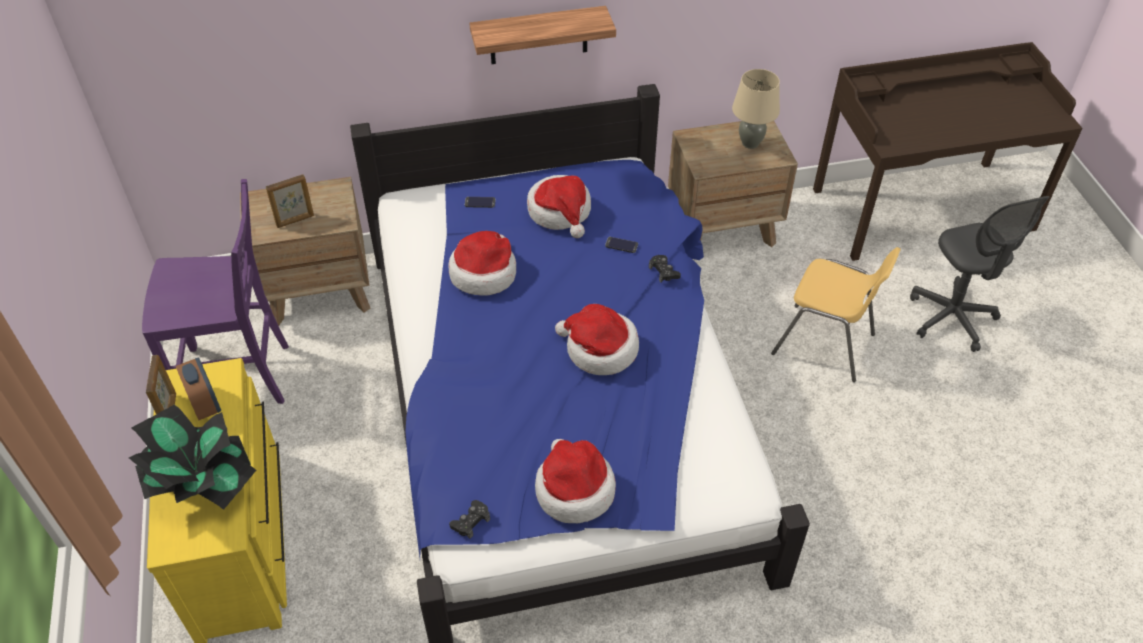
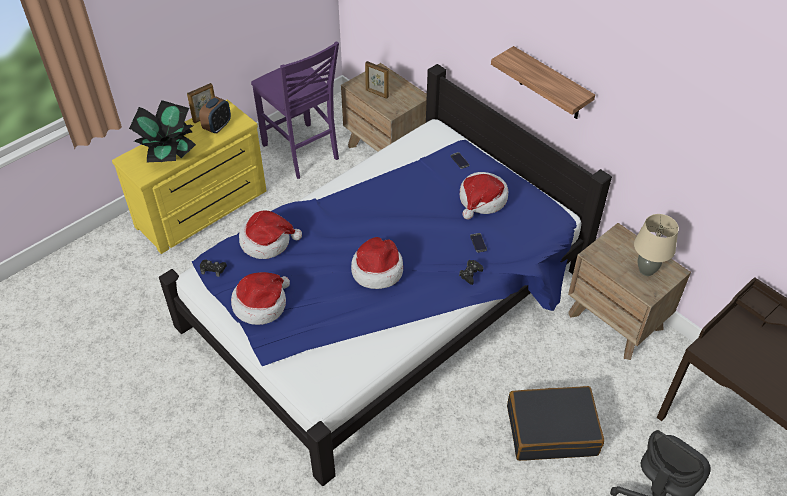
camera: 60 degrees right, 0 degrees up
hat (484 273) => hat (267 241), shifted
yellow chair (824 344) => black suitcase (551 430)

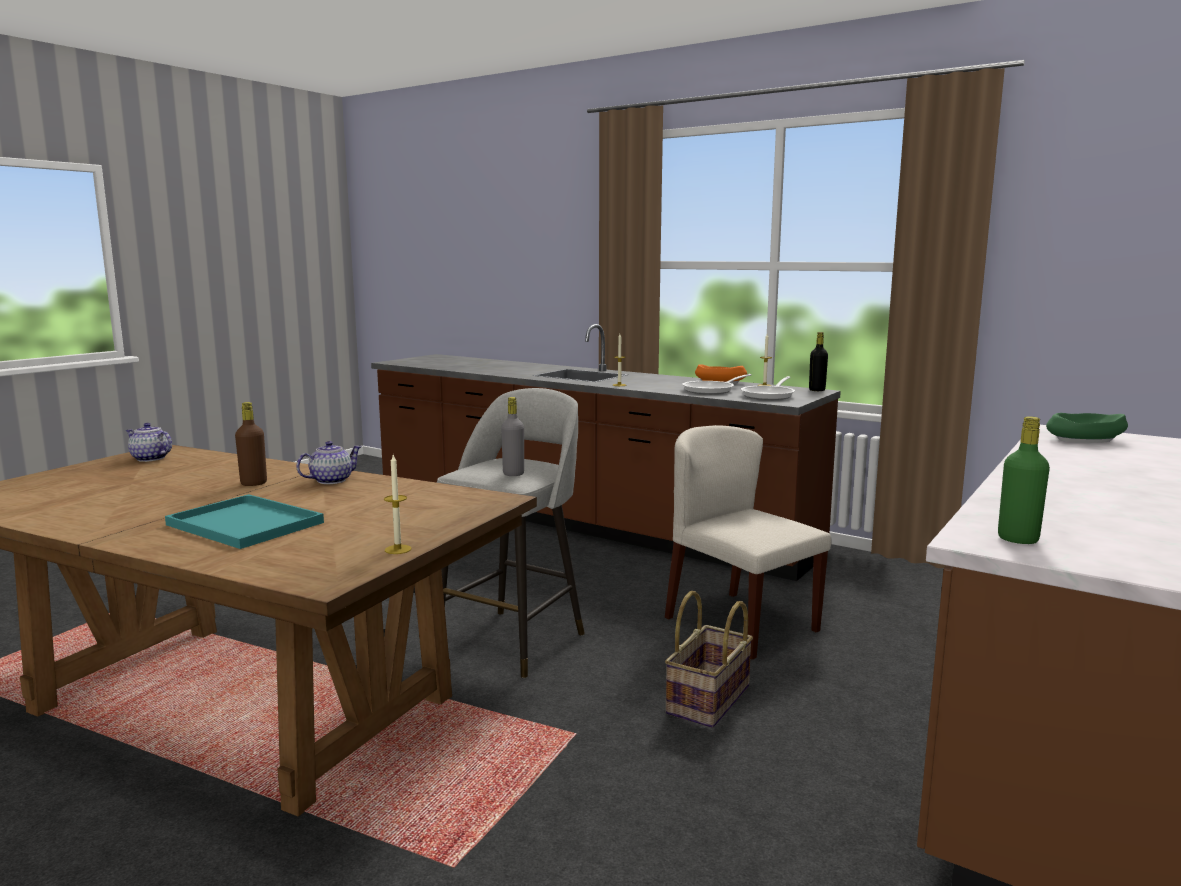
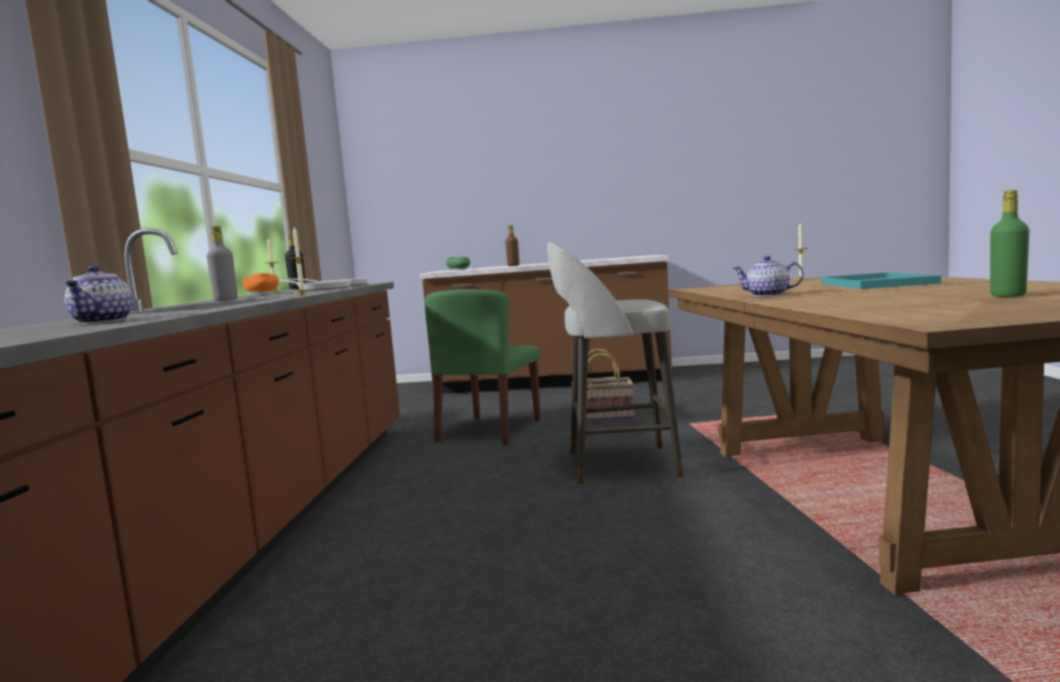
camera: 120 degrees left, 5 degrees down
grey bottle (513 474) => grey bottle (225 300), shifted
brown bottle (254 483) => brown bottle (513 265), shifted
green bottle (1017 539) => green bottle (1007 295), shifted
teapot (149 458) => teapot (103 321), shifted
beige chair (739 623) => green chair (490 430)

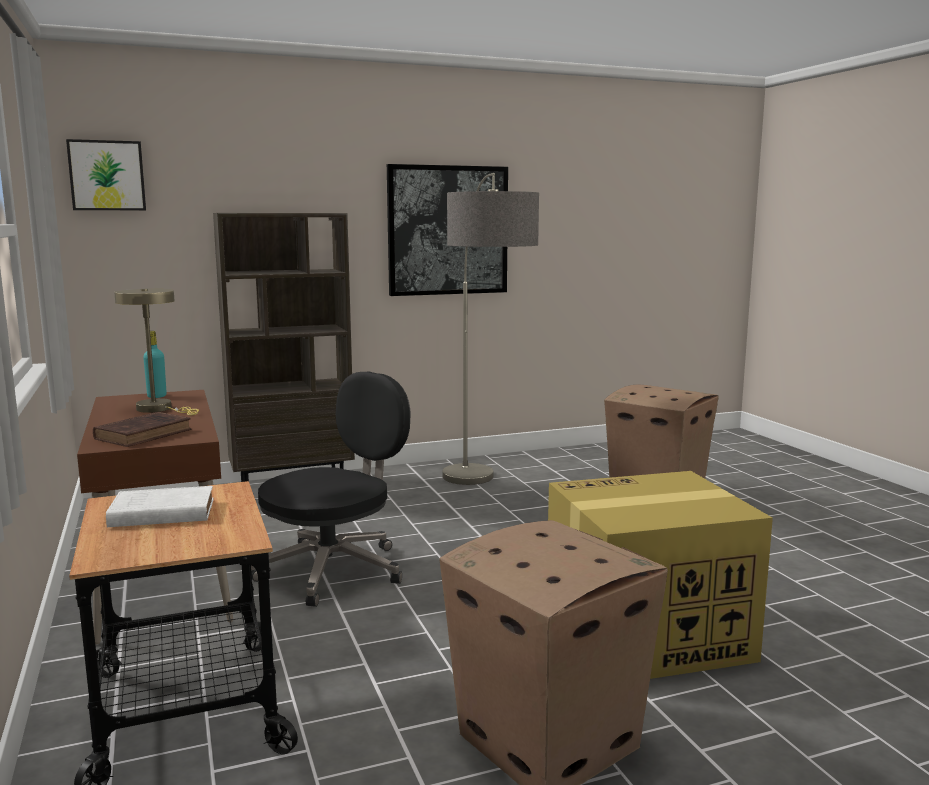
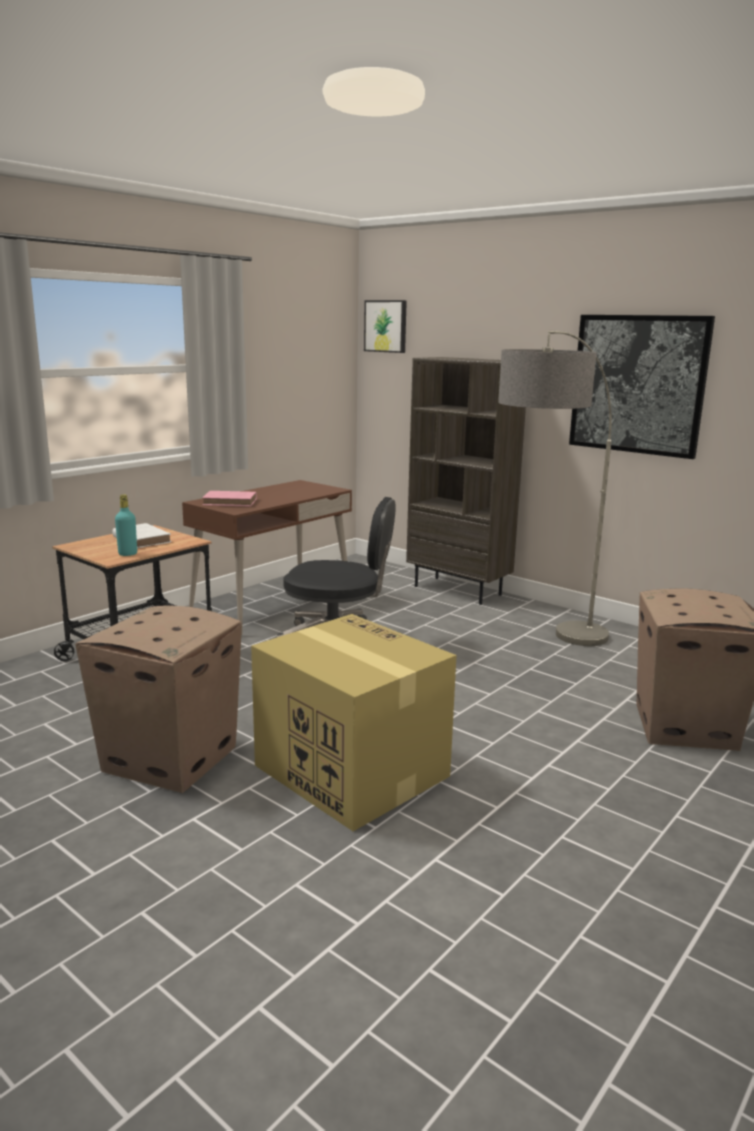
camera: 60 degrees right, 5 degrees up
beige table lamp (159 409) => nothing
turquoise bottle (157 396) => turquoise bottle (127 554), shifted
brown book (145 434) => pink book (231 502)

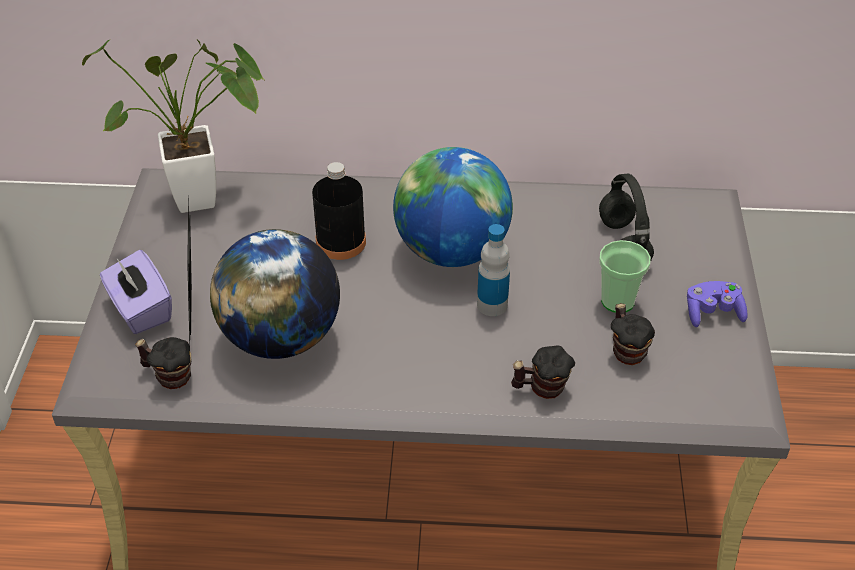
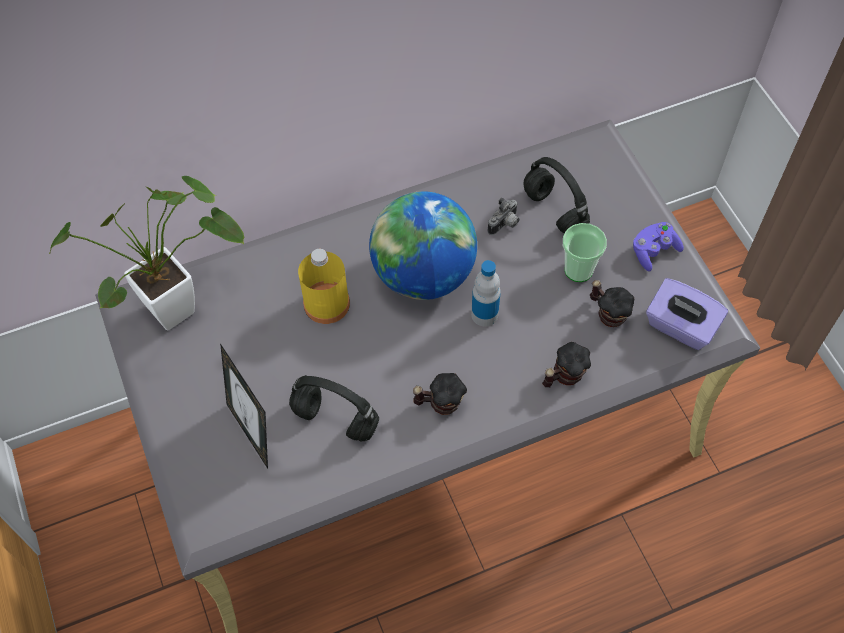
camera: 25 degrees left, 15 degrees up
black bottle (341 242) => yellow bottle (326 304)
globe (280 338) => black headphones (334 420)
purple tissue box (140 310) => purple tissue box (680 327), shifted
mug (169 376) => mug (439 403), shifted
nothing => photo camera (505 225)

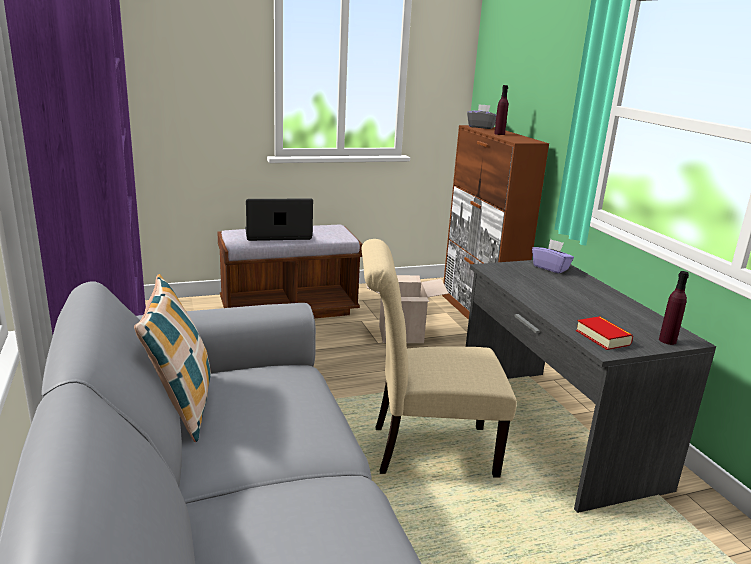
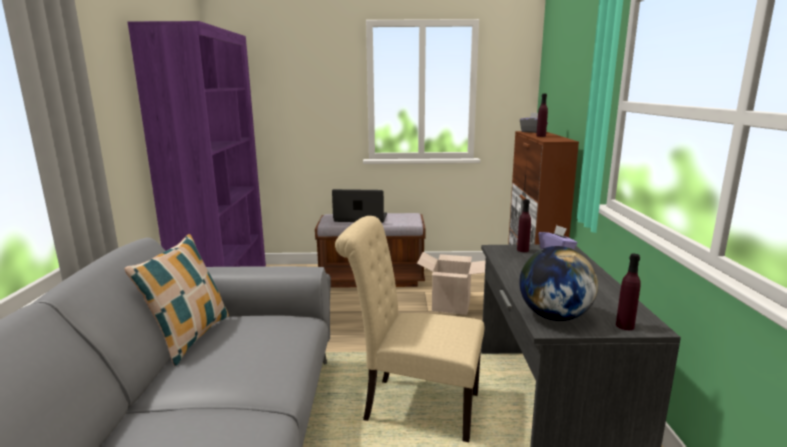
camera: 20 degrees right, 5 degrees down
book (603 338) => globe (554 316)
nothing => purple bottle (522 250)

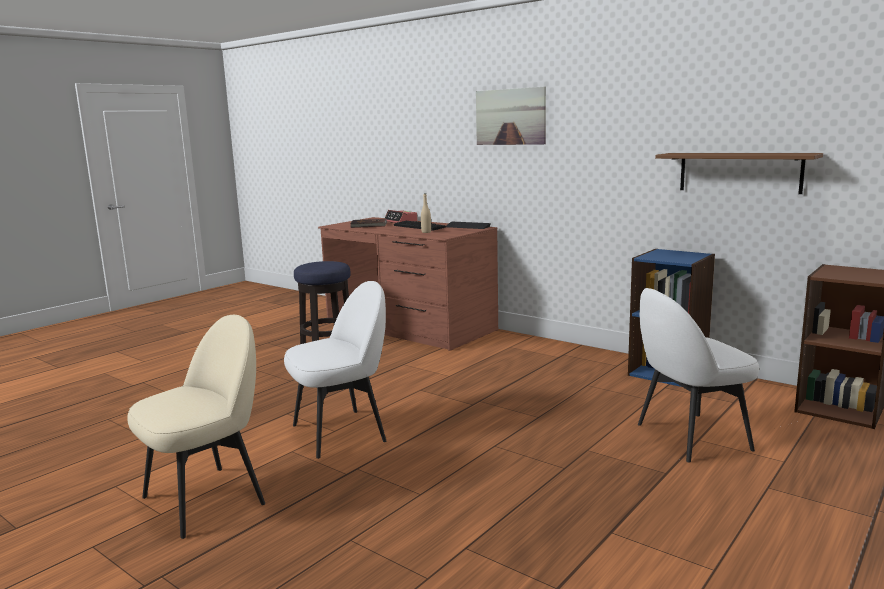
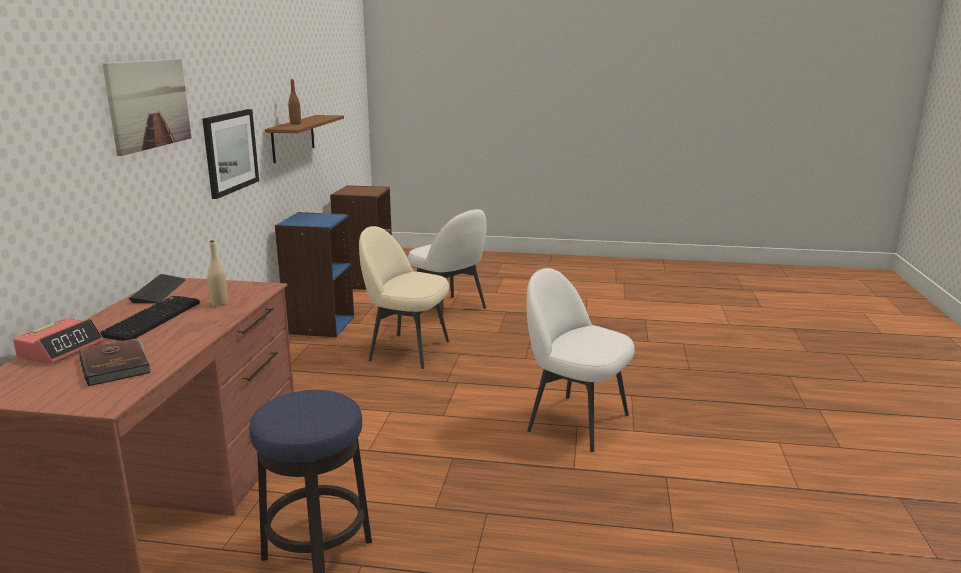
camera: 120 degrees left, 5 degrees up
beige chair (207 499) => beige chair (407 350), shifted
nothing => brown bottle (295 124)
nothing => picture (230 152)

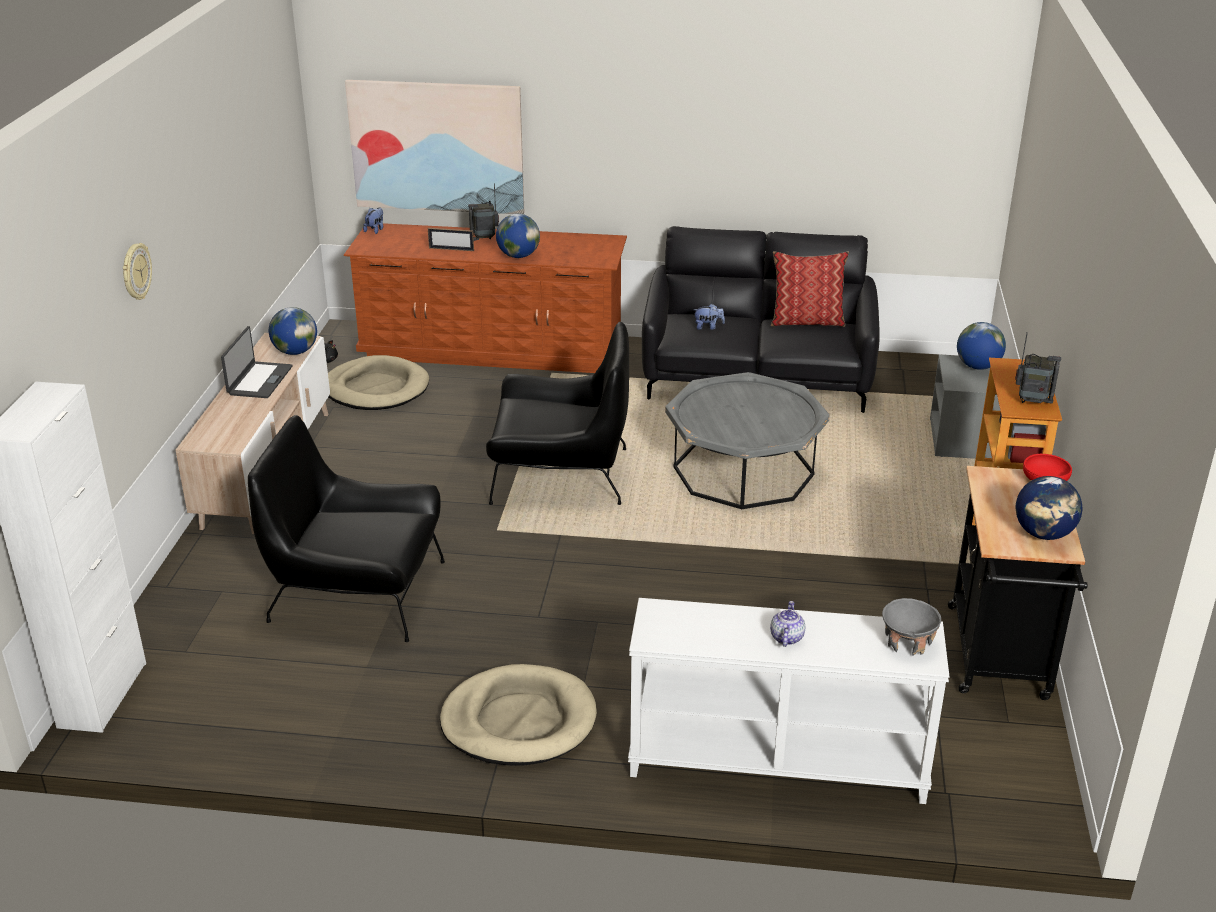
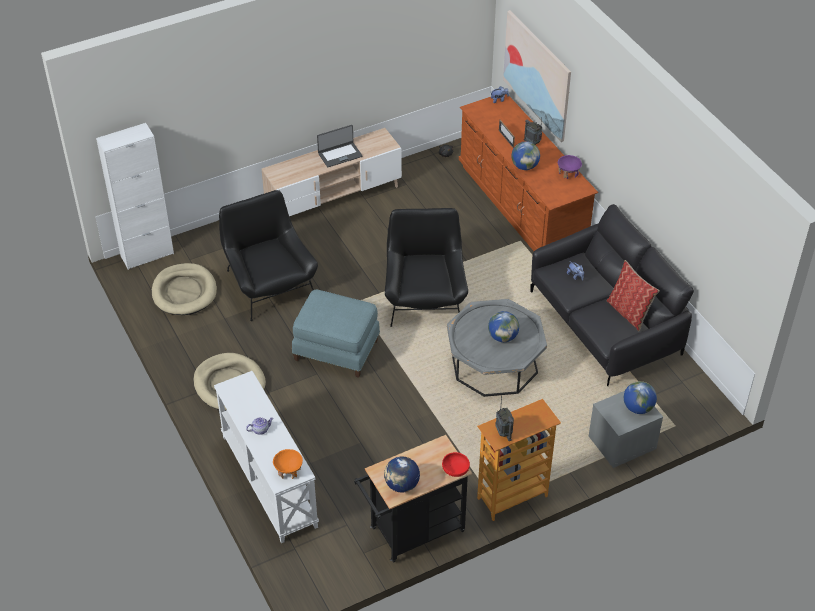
camera: 55 degrees right, 15 degrees up
wall clock (135 272) => nothing
globe (295 352) => globe (502 337), shifted
black armchair (560 474) => black armchair (424 298), 150 degrees counterclockwise
beige dog bed (376 388) => beige dog bed (184 292), shifted
grey bowl (908 642) => orange bowl (289 471)
nothing => purple bowl (568 173)
nothing => blue ottoman (337 349)

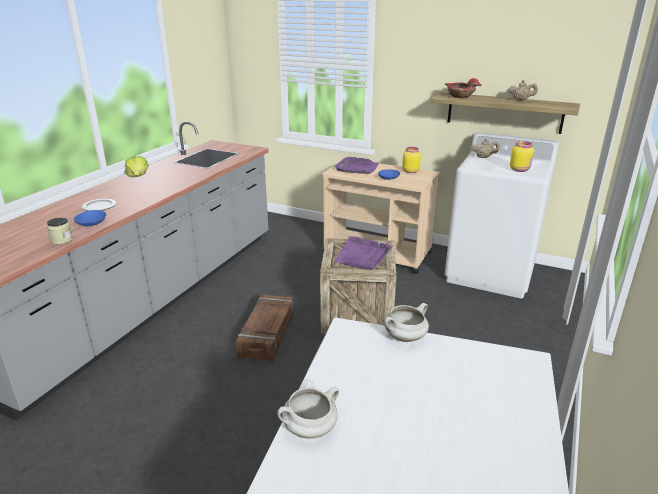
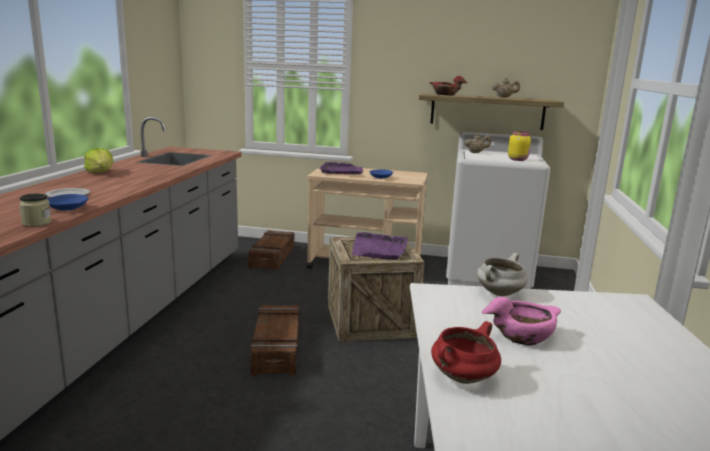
camera: 15 degrees left, 10 degrees down
yellow jar (410 171) => nothing
white cooking pot (309 430) => red cooking pot (463 378)
nothing => crate (273 256)
nothing => pink bowl (522 335)

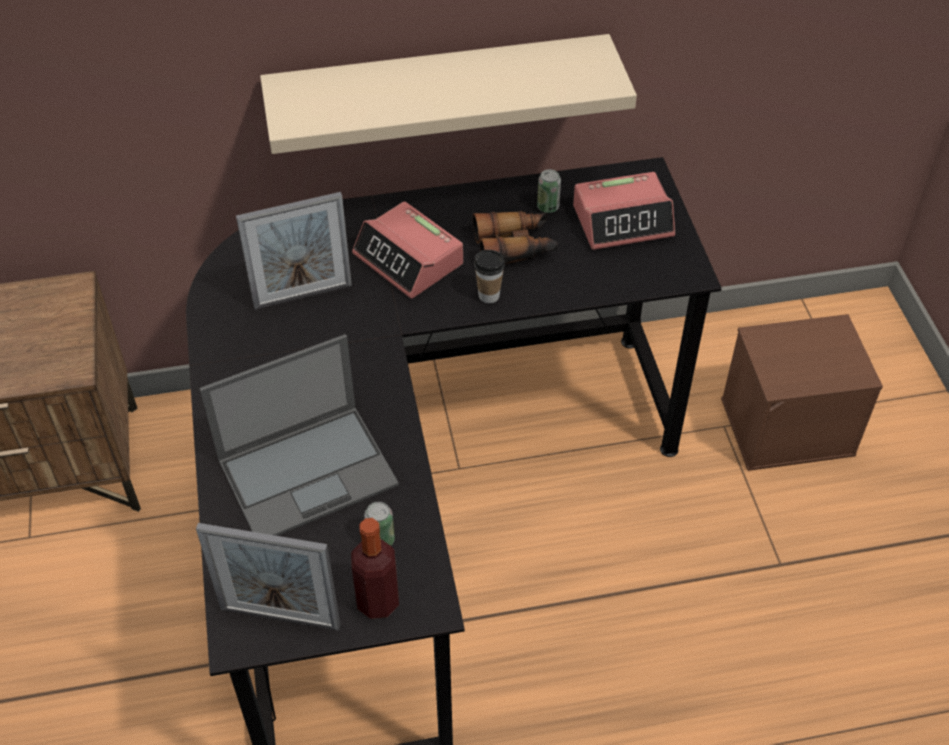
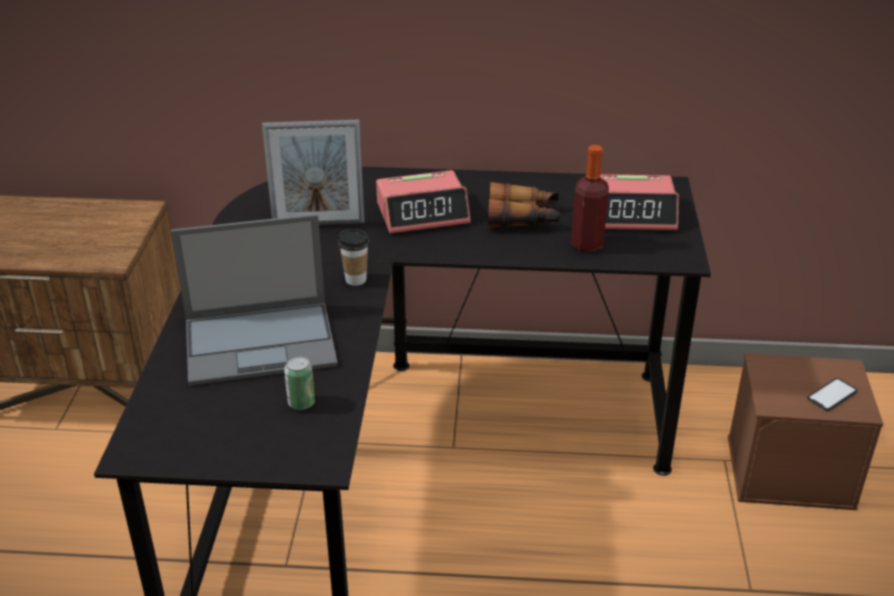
camera: 15 degrees right, 15 degrees down
beige shelf (438 91) => nothing
can (548 207) => nothing
alarm clock (409 260) => alarm clock (423 213), 75 degrees counterclockwise
cup (489 295) => cup (356 280), shifted
bottle (378 601) => bottle (587 244), shifted
picture frame (280 617) => nothing
nothing => phone (832 395)

